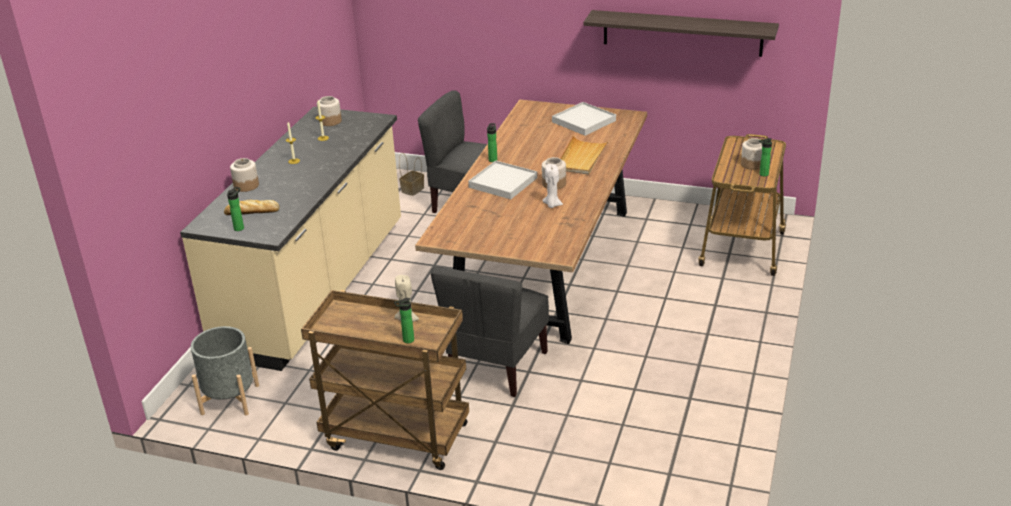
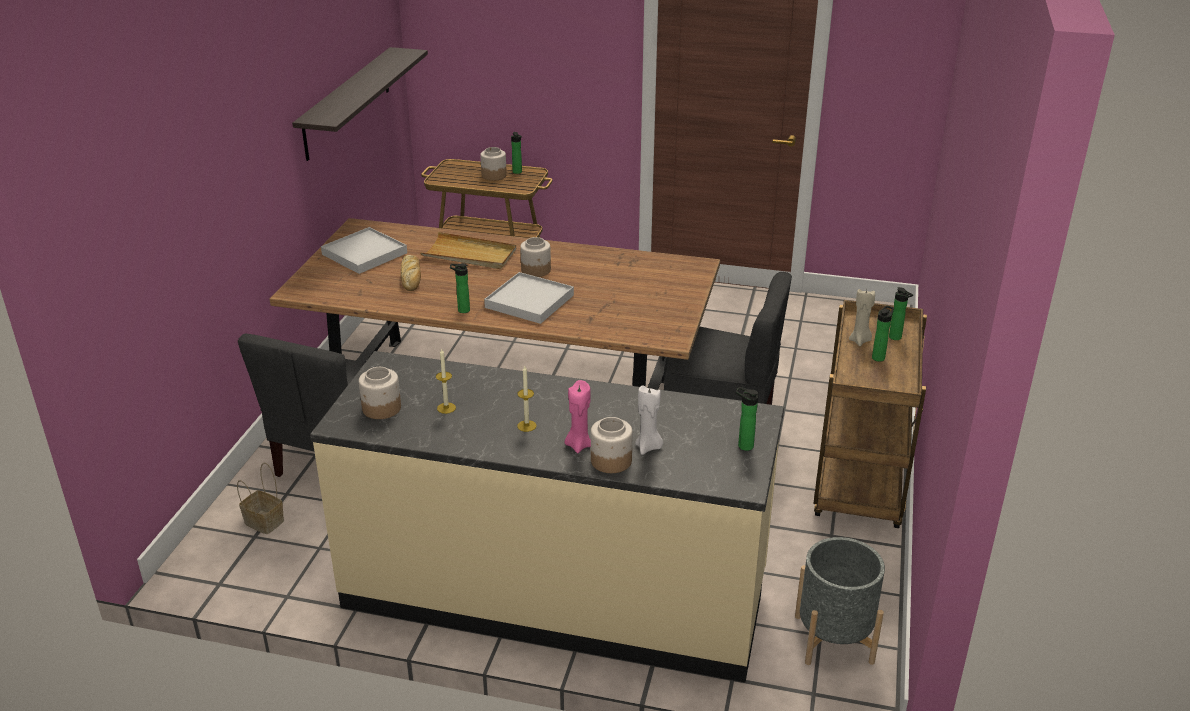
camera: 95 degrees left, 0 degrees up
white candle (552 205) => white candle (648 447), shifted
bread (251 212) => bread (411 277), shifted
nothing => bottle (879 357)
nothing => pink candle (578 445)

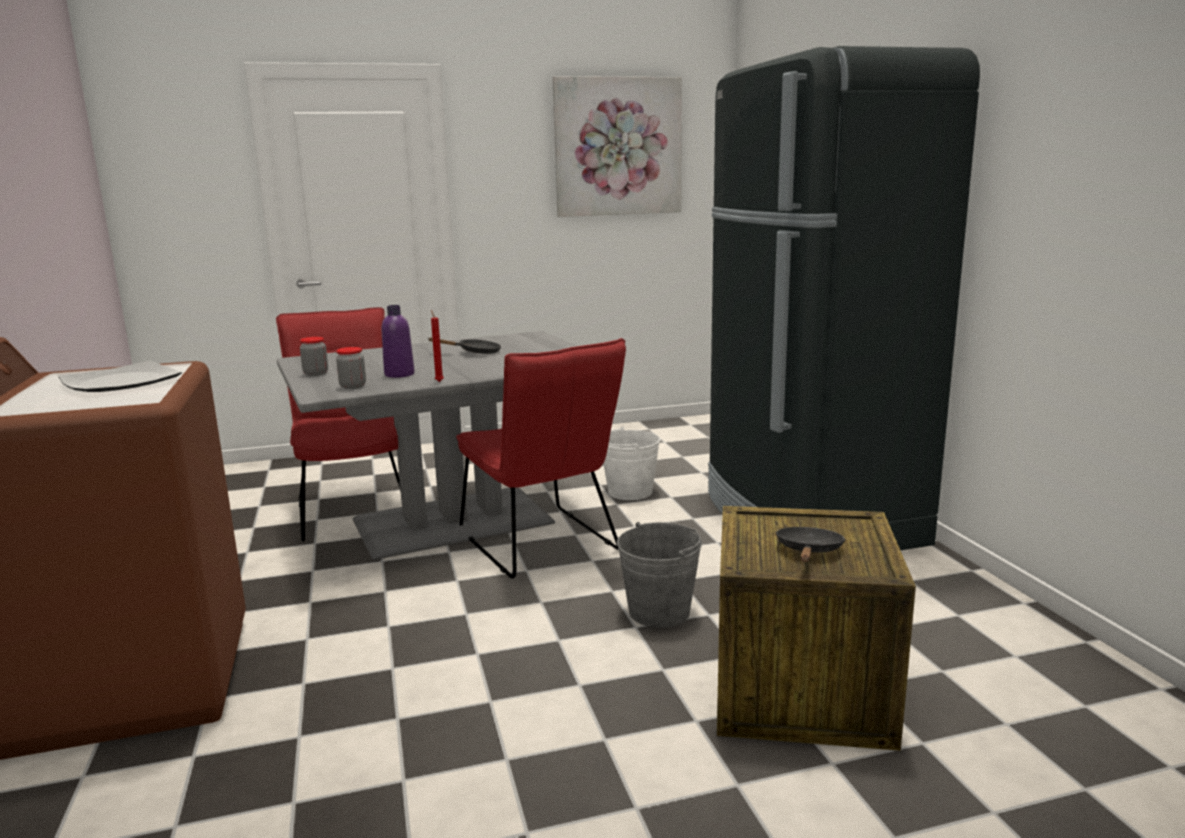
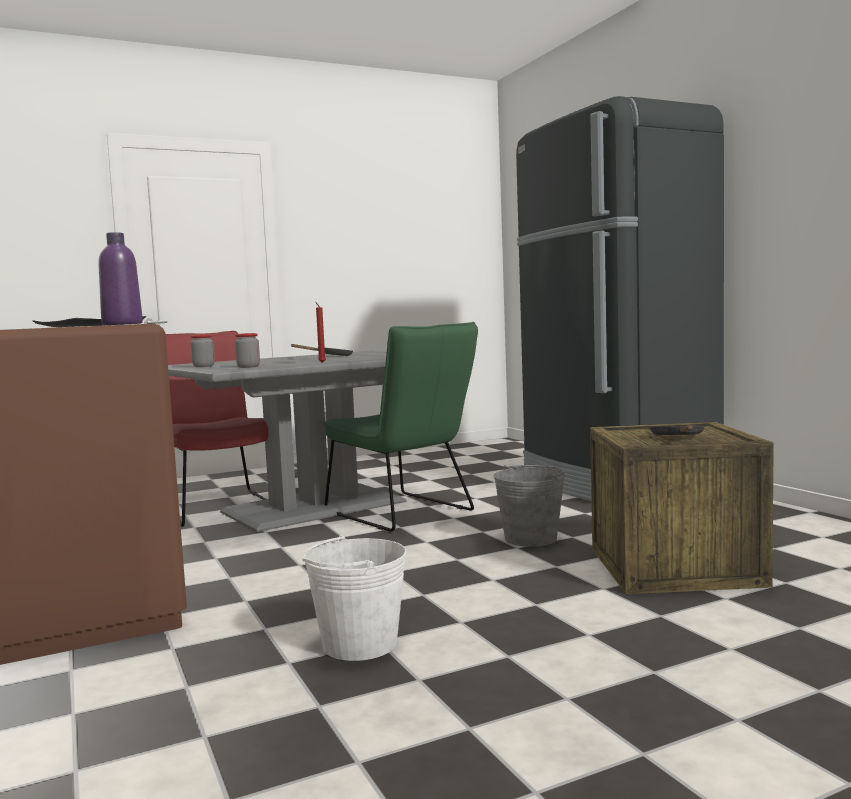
camera: 10 degrees left, 10 degrees down
picture (618 147) => nothing
purple bottle (399 374) => purple bottle (122 324), shifted
red chair (543 545) => green chair (404 513)
white bucket (630 492) => white bucket (359 644), shifted

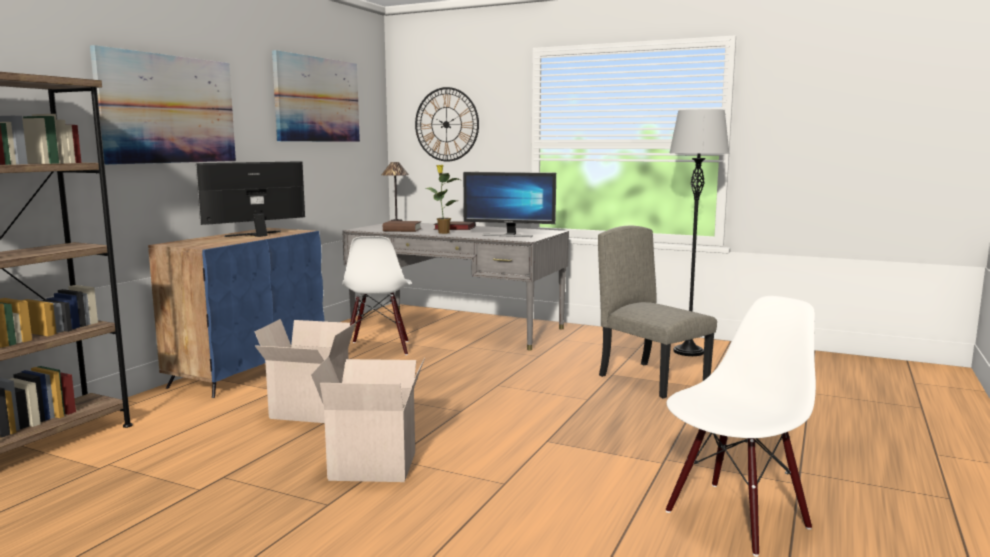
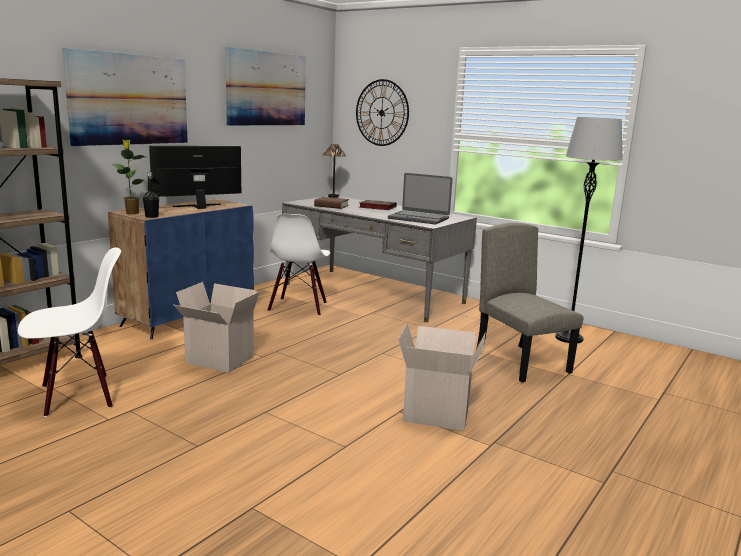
camera: 10 degrees right, 5 degrees up
potted plant (443 232) => potted plant (132 213), shifted
monitor (509 235) => laptop (419 218)
white chair (735 518) => white chair (78 396), shifted
cardboard box (375 465) => cardboard box (438 413), shifted
nothing => black bottle (152 216)

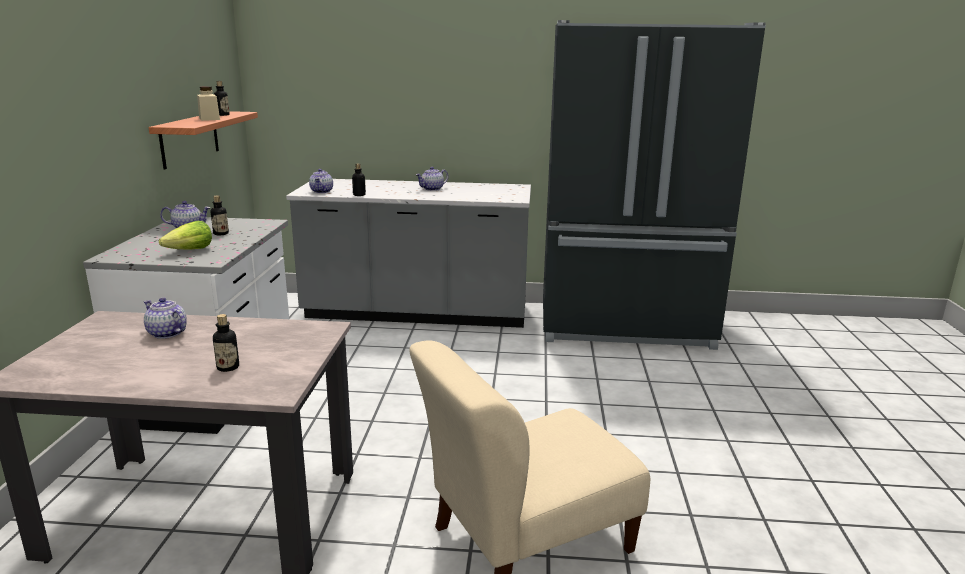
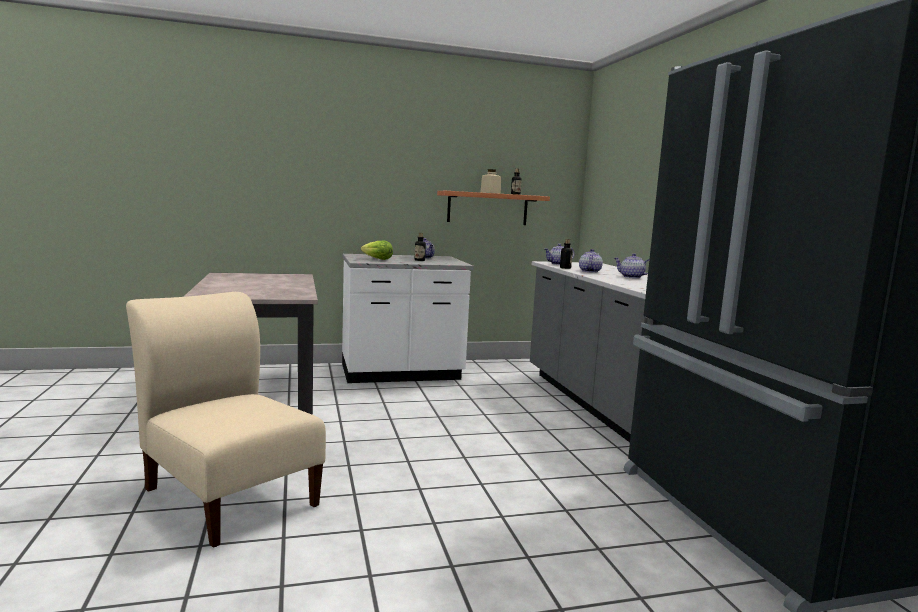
camera: 70 degrees right, 10 degrees down
teapot (166 333) => teapot (589 271), shifted
bottle (228 367) => nothing

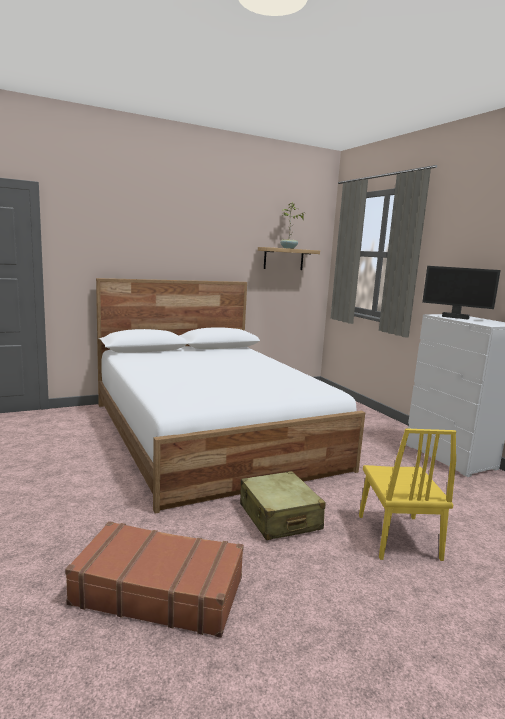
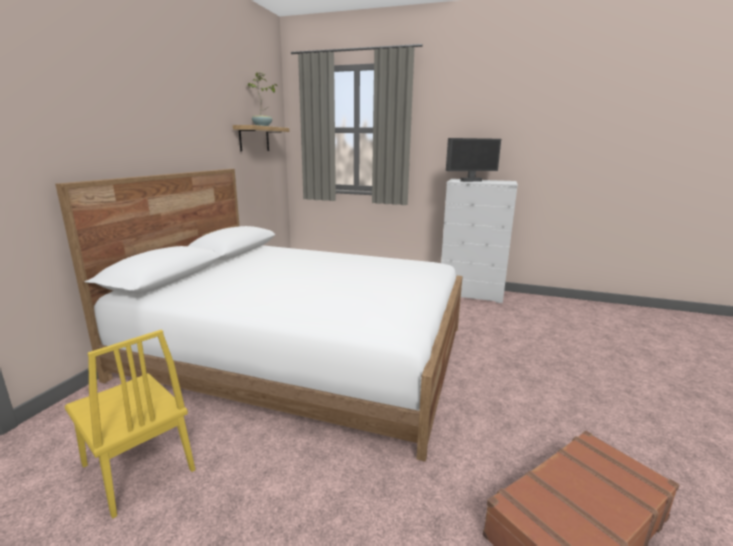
camera: 45 degrees left, 5 degrees up
yellow chair (398 536) => yellow chair (138 467), shifted
beige suitcase (279 517) => nothing

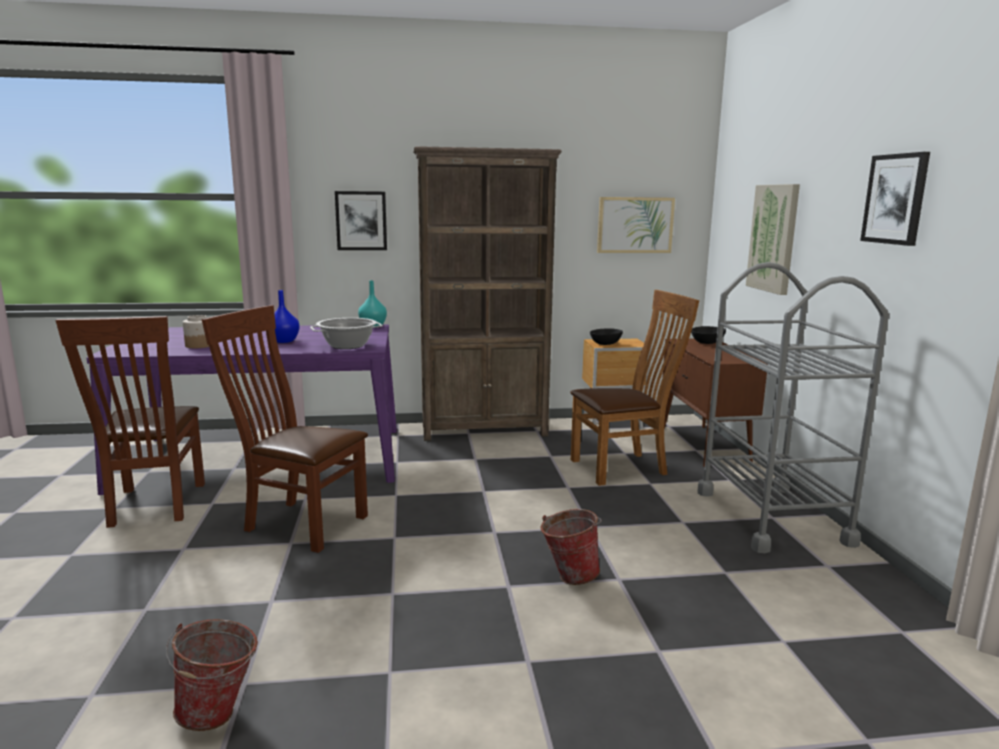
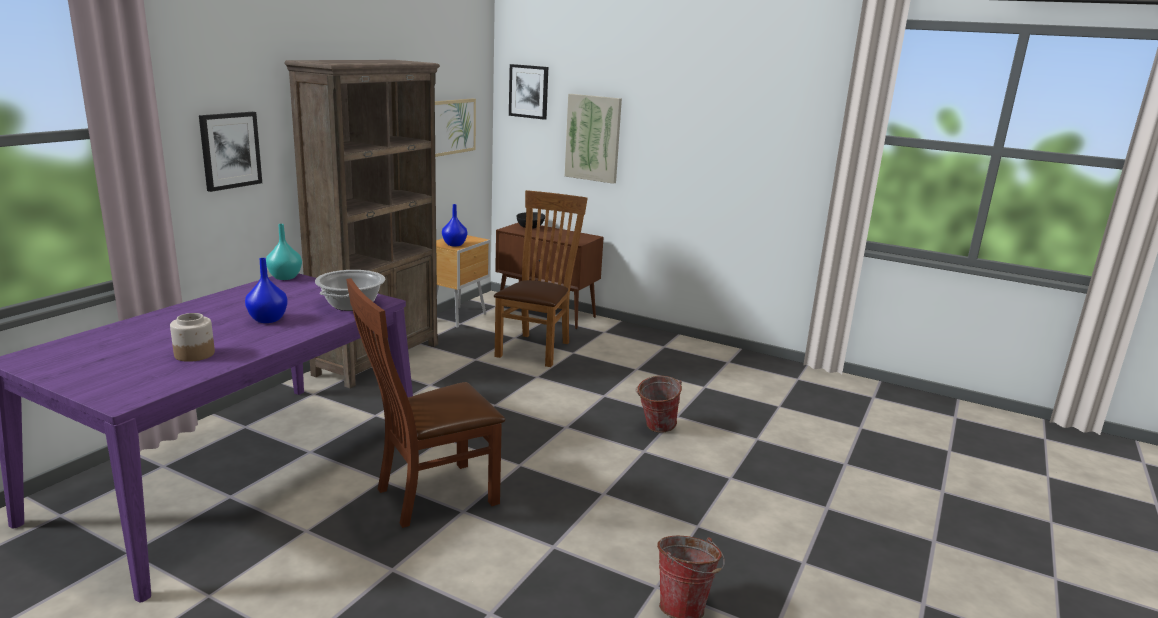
camera: 55 degrees left, 5 degrees up
picture (895 199) => picture (529 91), shifted
grey cart (772 517) => nothing
brown chair (154 507) => nothing
black bowl (606 344) => blue vase (454 244)

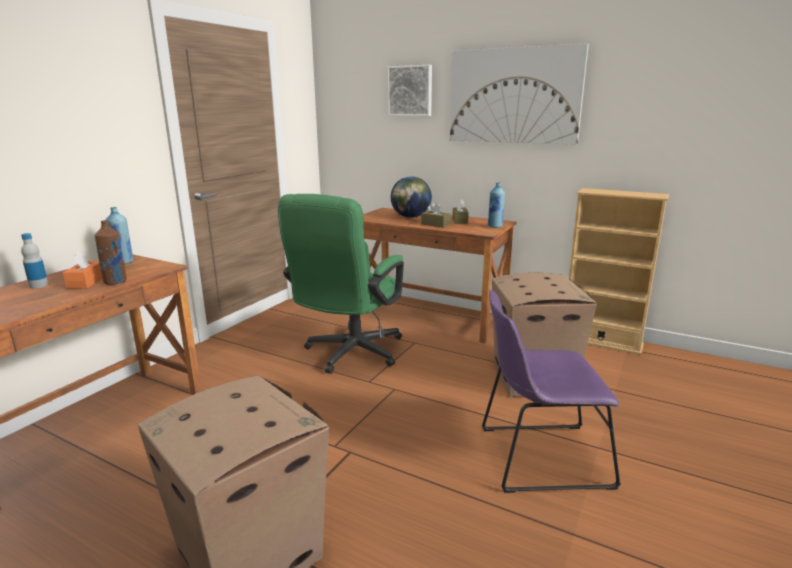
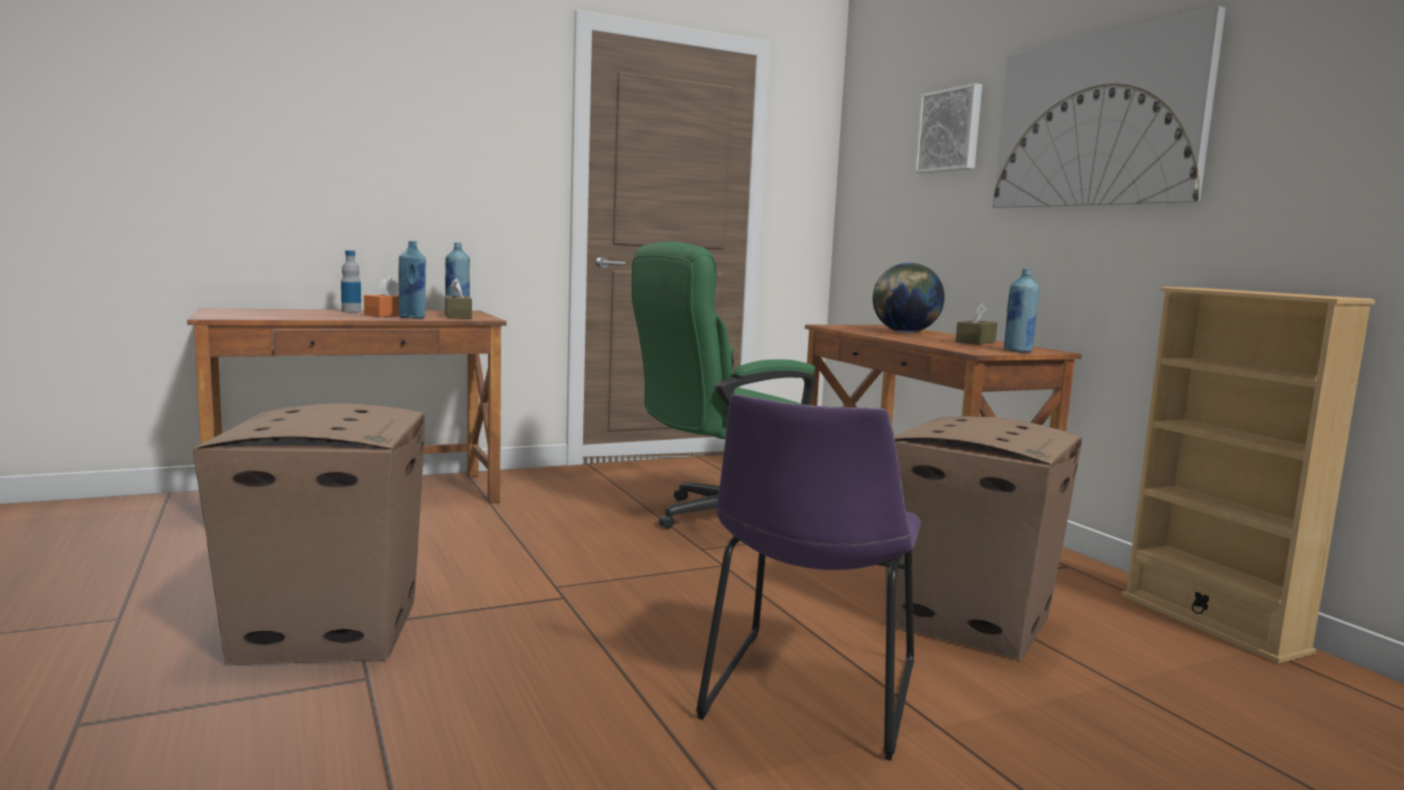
camera: 35 degrees right, 10 degrees down
brown tissue box (435 224) => brown tissue box (458 316), shifted
brown bottle (116 282) => blue bottle (412 318)
purple chair (538 457) => purple chair (809 695), 105 degrees counterclockwise

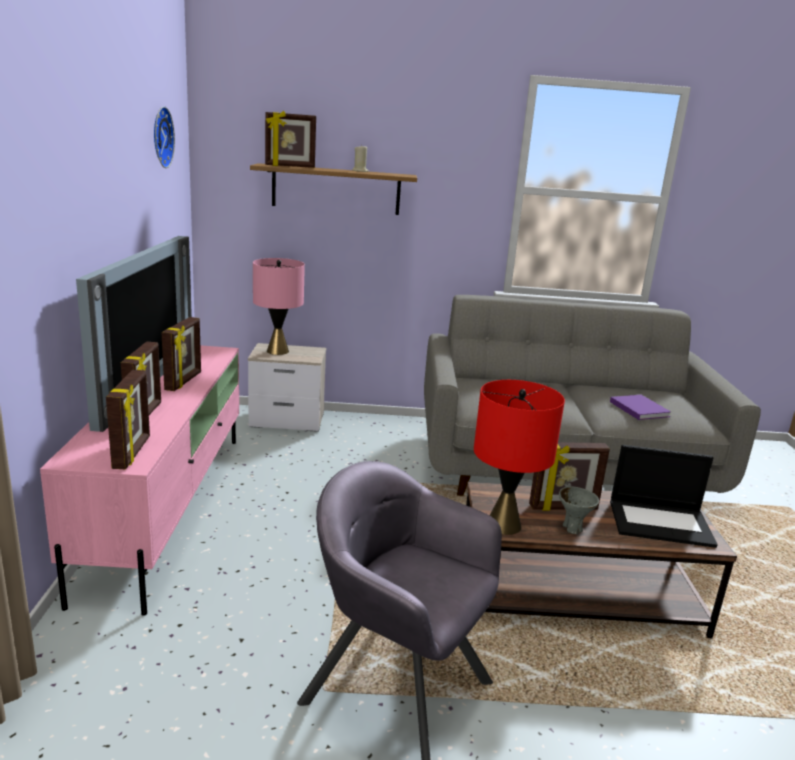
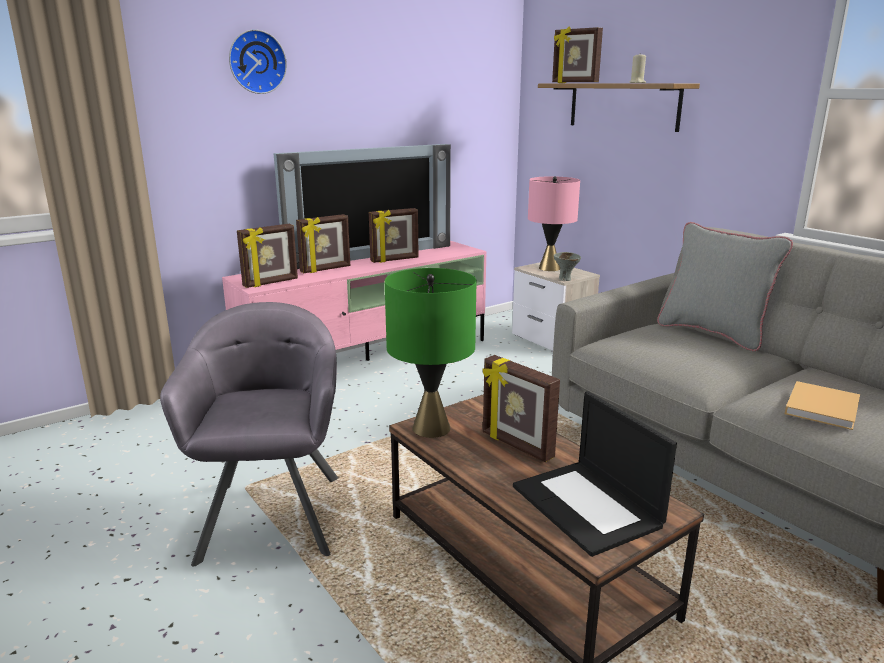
camera: 55 degrees right, 0 degrees up
wall clock (160 137) => wall clock (256 62), shifted
red table lamp (503 525) => green table lamp (431 428)
purple book (638 408) => beige book (822 407)
grey bowl (572 528) => grey bowl (565 279), shifted
nothing => grey pillow (713 333)

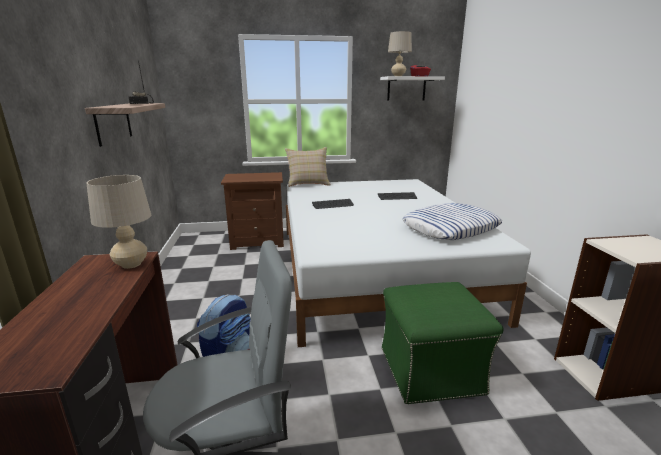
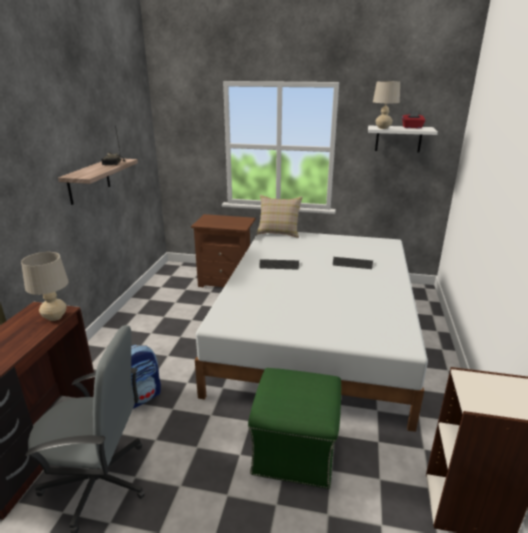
camera: 20 degrees right, 5 degrees up
pillow (450 228) => nothing

